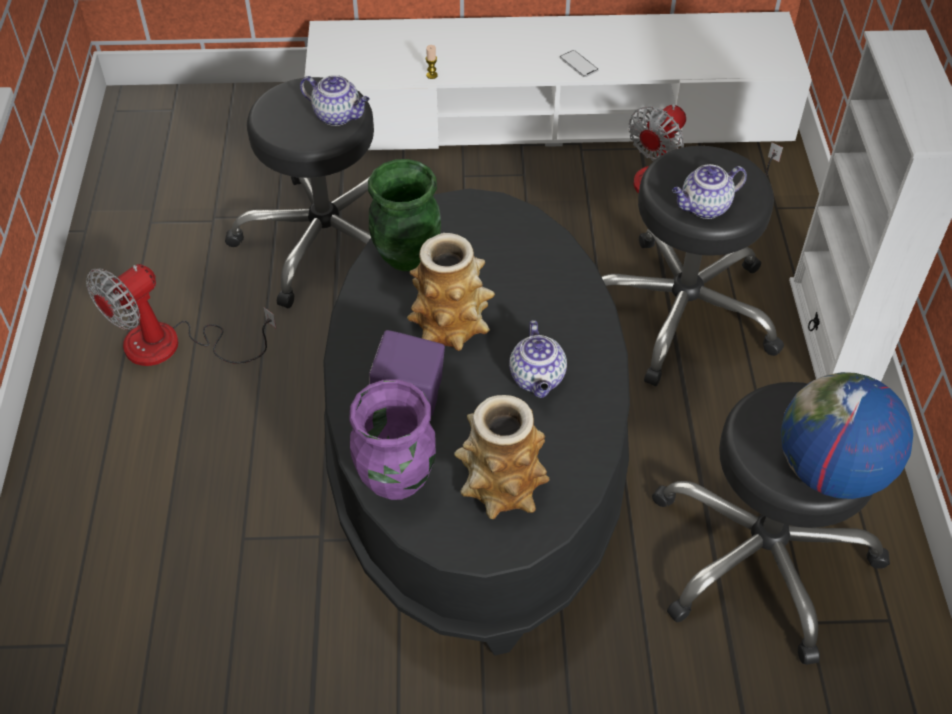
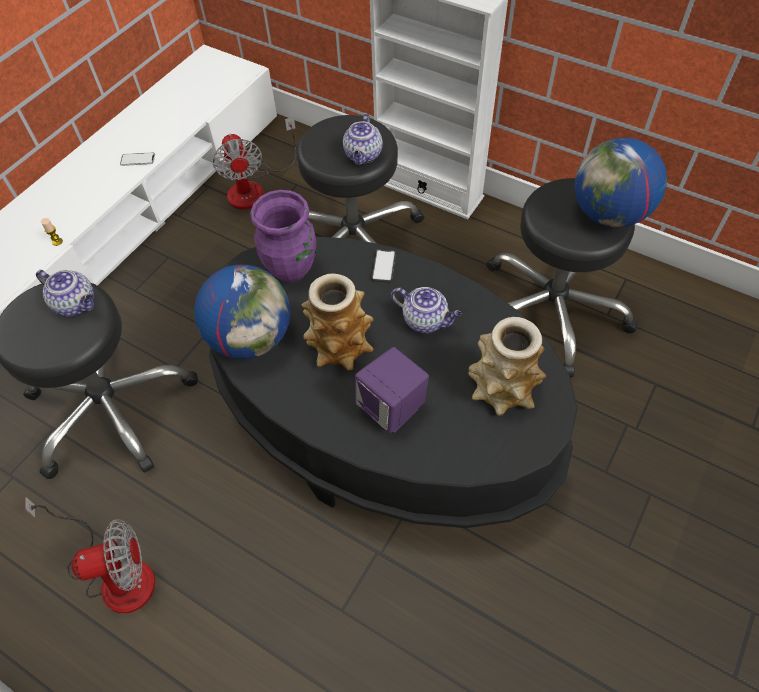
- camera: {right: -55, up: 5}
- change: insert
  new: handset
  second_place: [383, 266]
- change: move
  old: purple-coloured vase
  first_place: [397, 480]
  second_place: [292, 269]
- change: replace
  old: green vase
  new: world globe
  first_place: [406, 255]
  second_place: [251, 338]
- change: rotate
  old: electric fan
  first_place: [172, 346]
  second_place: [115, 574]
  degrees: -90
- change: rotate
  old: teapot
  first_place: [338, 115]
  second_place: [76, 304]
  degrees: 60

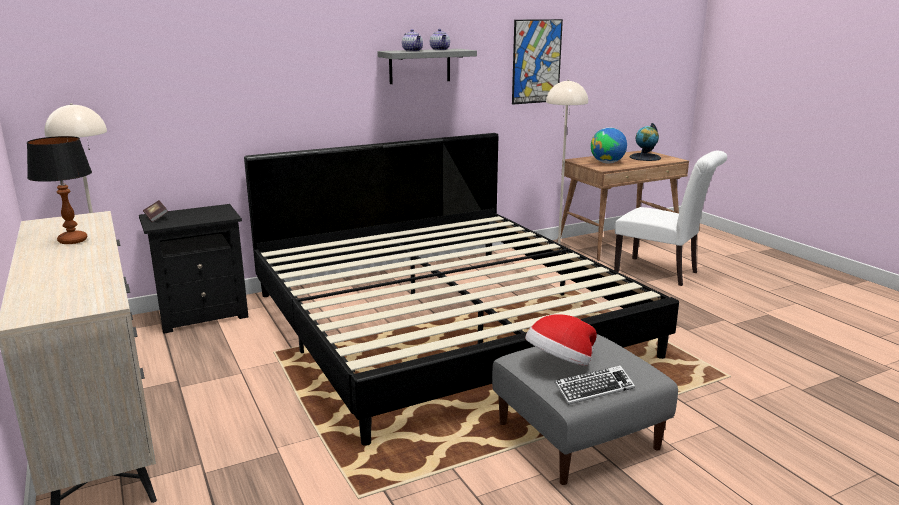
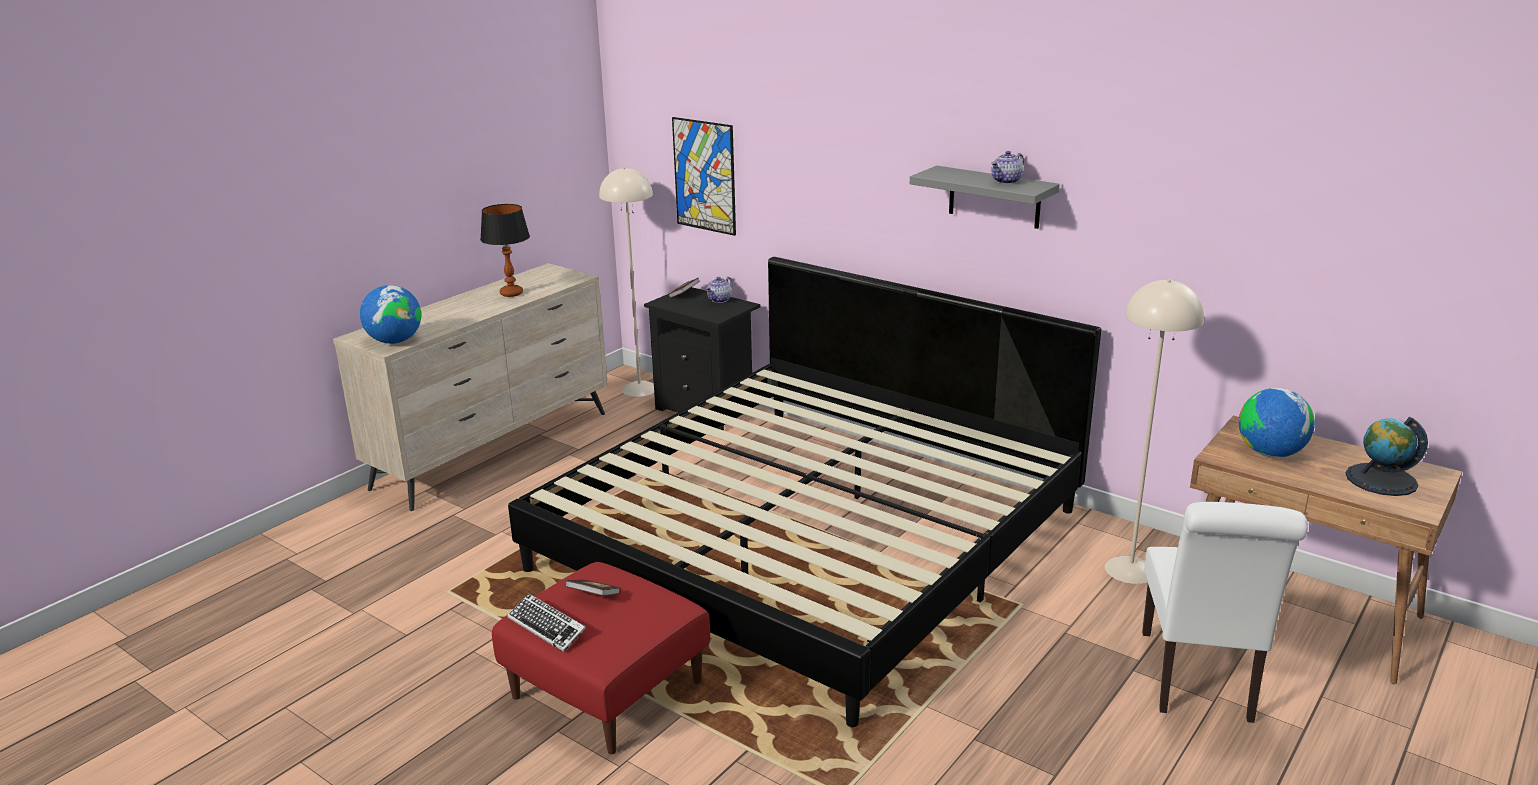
- camera: {right: 65, up: 5}
- change: insert
  new: world globe
  second_place: [394, 341]
- change: move
  old: teapot
  first_place: [413, 51]
  second_place: [719, 300]
- change: move
  old: wall picture
  first_place: [536, 61]
  second_place: [704, 176]
- change: replace
  old: clothing hat
  new: bound book
  first_place: [559, 364]
  second_place: [593, 596]
- change: recolor
  old: greyish pouffe
  new: red-coloured pouffe
  first_place: [578, 435]
  second_place: [609, 689]

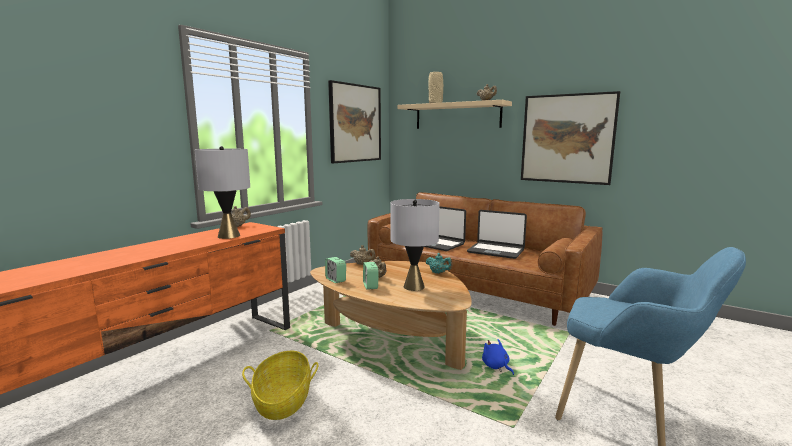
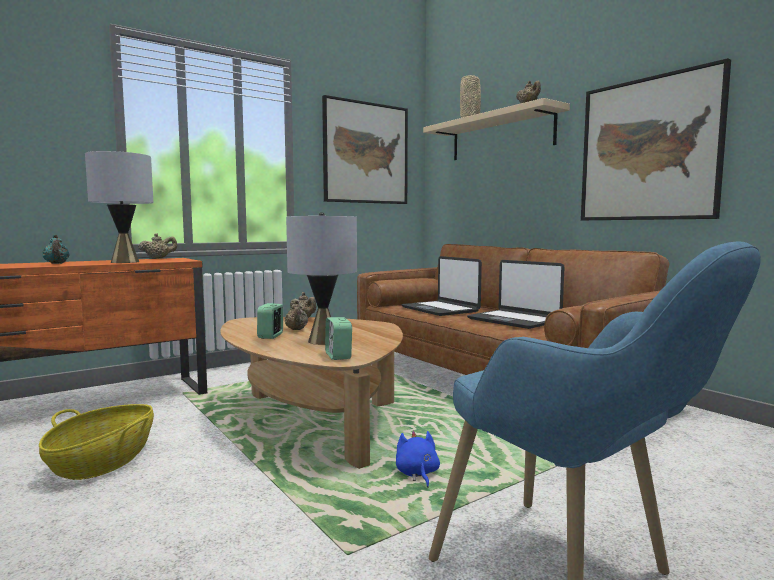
- camera: {right: 20, up: -5}
- change: move
  old: alarm clock
  first_place: [335, 280]
  second_place: [338, 356]
- change: move
  old: turquoise teapot
  first_place: [438, 273]
  second_place: [56, 264]

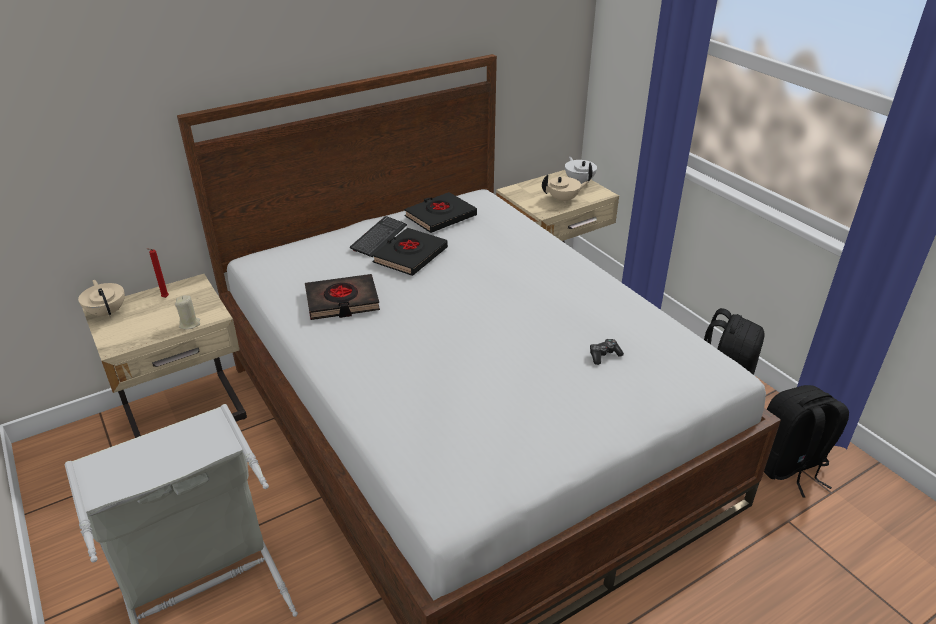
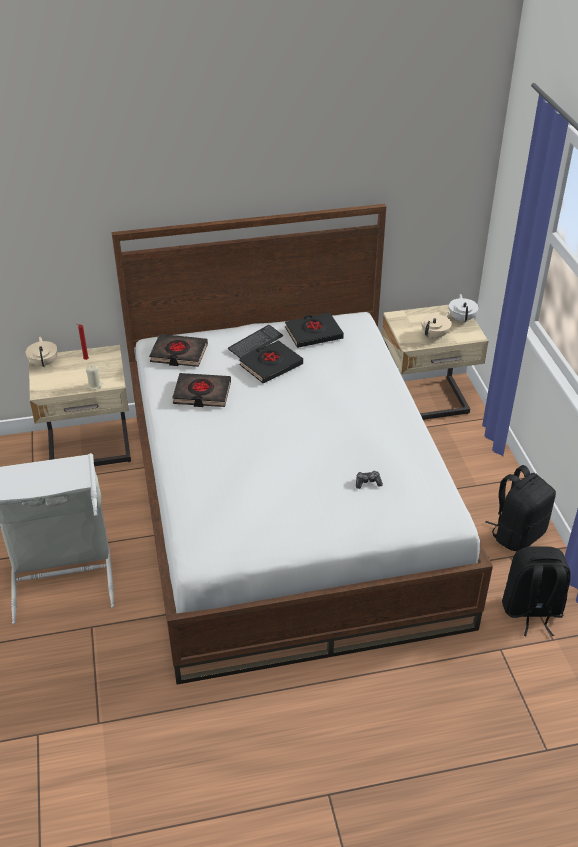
- camera: {right: 20, up: 5}
- change: insert
  new: black bound book
  second_place: [179, 354]
- change: rotate
  old: beige-coloured teapot
  first_place: [563, 200]
  second_place: [435, 335]
  degrees: -60

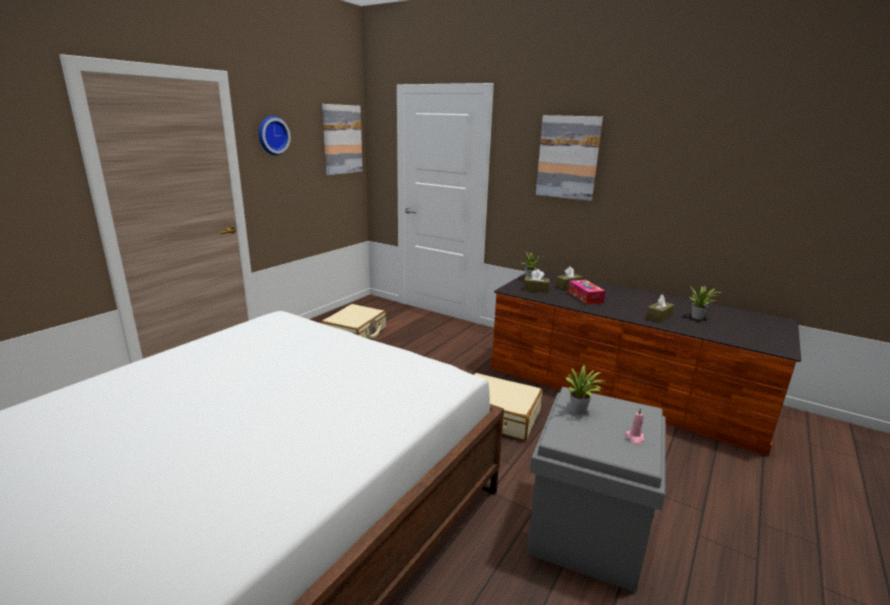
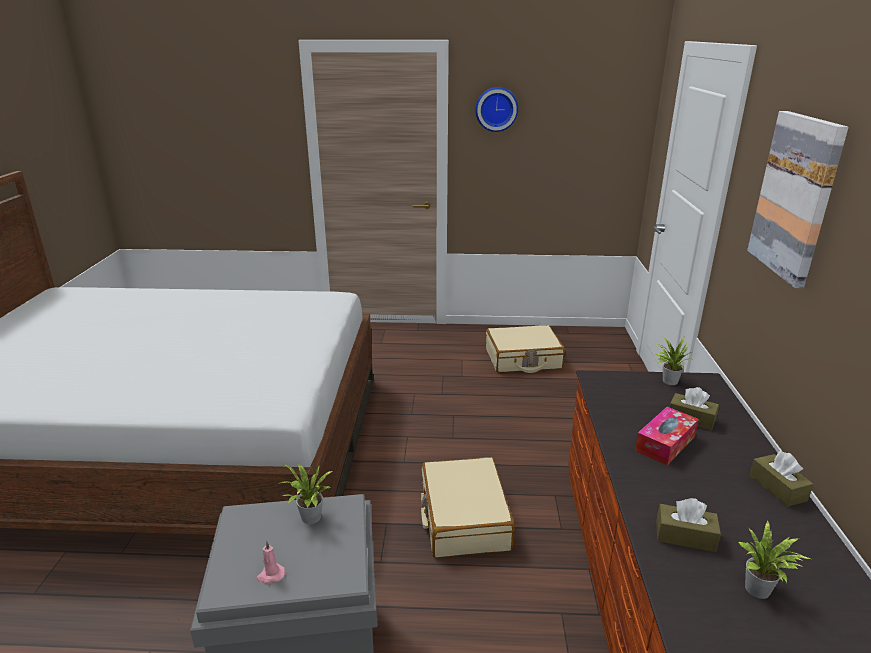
- camera: {right: 60, up: 5}
- change: delete
  old: wall picture
  first_place: [342, 139]
- change: move
  old: brown-coloured tissue holder
  first_place: [536, 289]
  second_place: [777, 488]

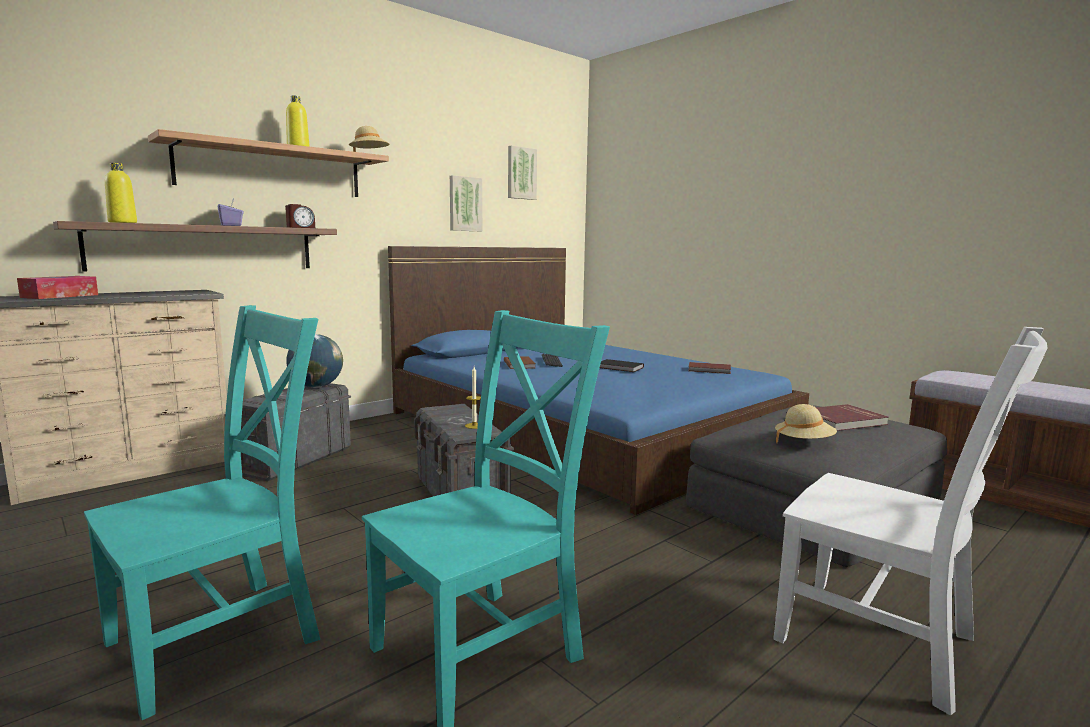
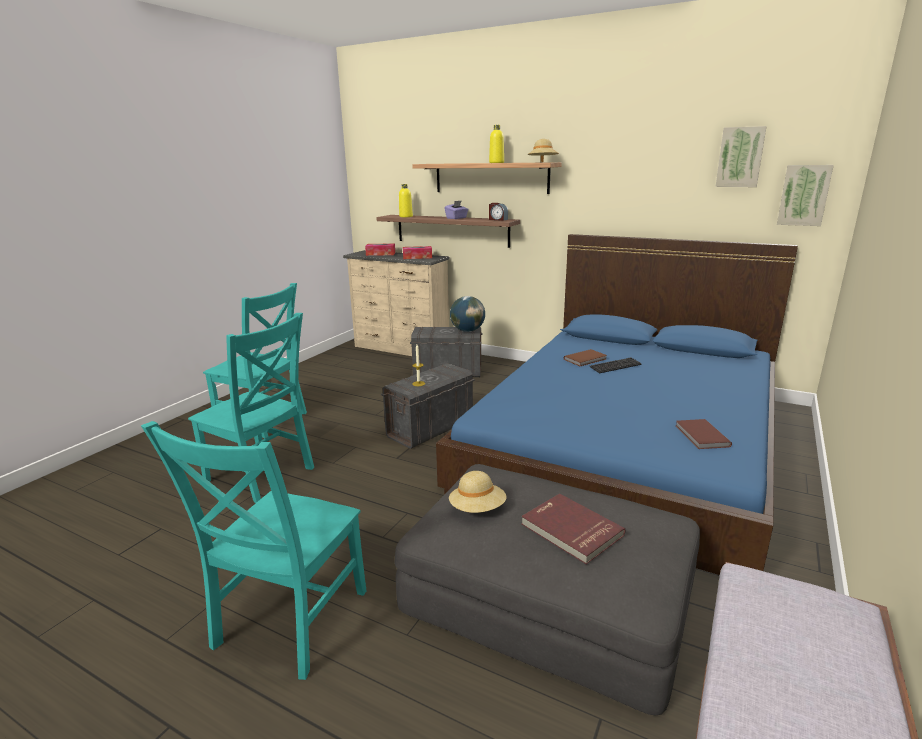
- camera: {right: 70, up: 10}
- change: delete
  old: black bound book
  first_place: [620, 368]
- change: insert
  new: tissue holder
  second_place: [417, 257]
- change: move
  old: wall picture
  first_place: [464, 204]
  second_place: [804, 195]
- change: recolor
  old: whitish plain chair
  new: turquoise plain chair
  first_place: [883, 643]
  second_place: [287, 623]

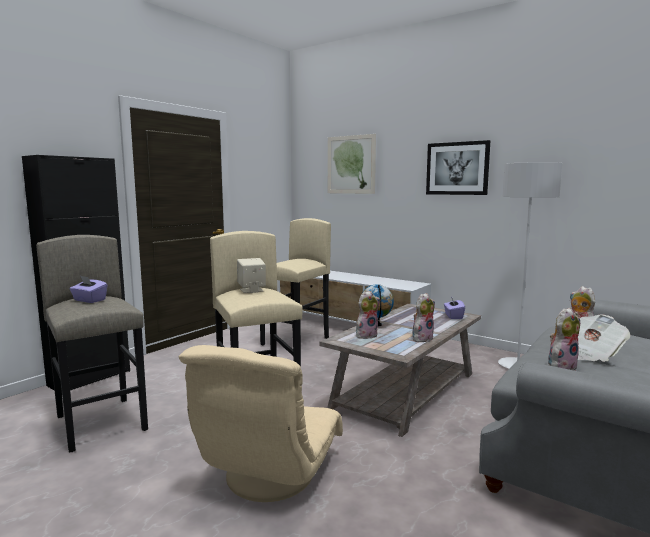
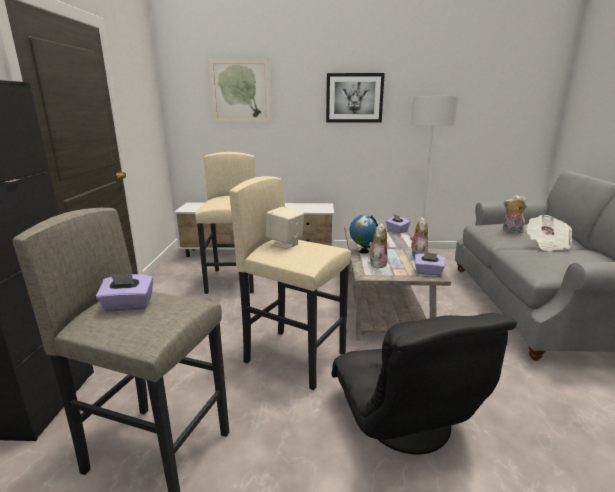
- camera: {right: -35, up: 10}
- change: delete
  old: cuddly toy
  first_place: [561, 367]
- change: insert
  new: purple-coloured tissue holder
  second_place: [428, 272]
- change: recolor
  old: beige-coloured easy chair
  new: black easy chair
  first_place: [267, 475]
  second_place: [404, 422]

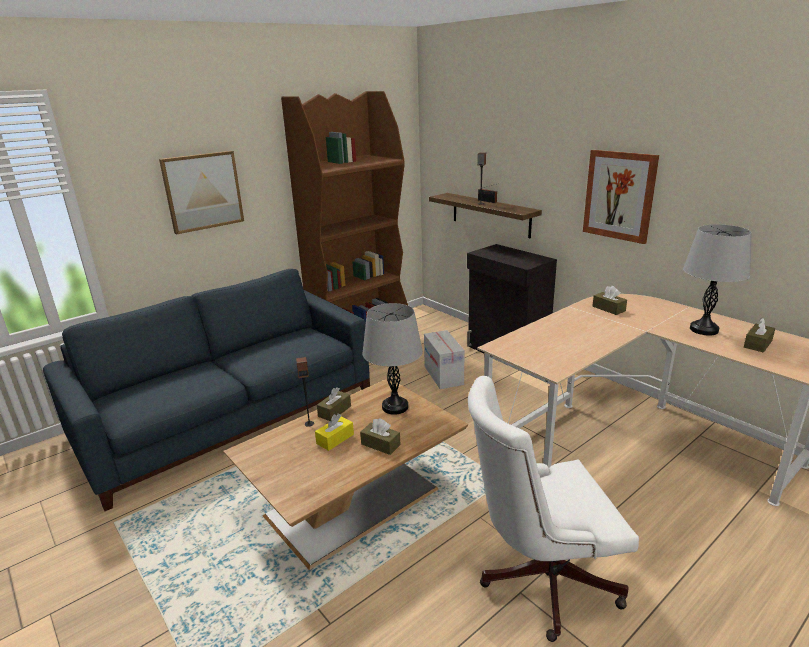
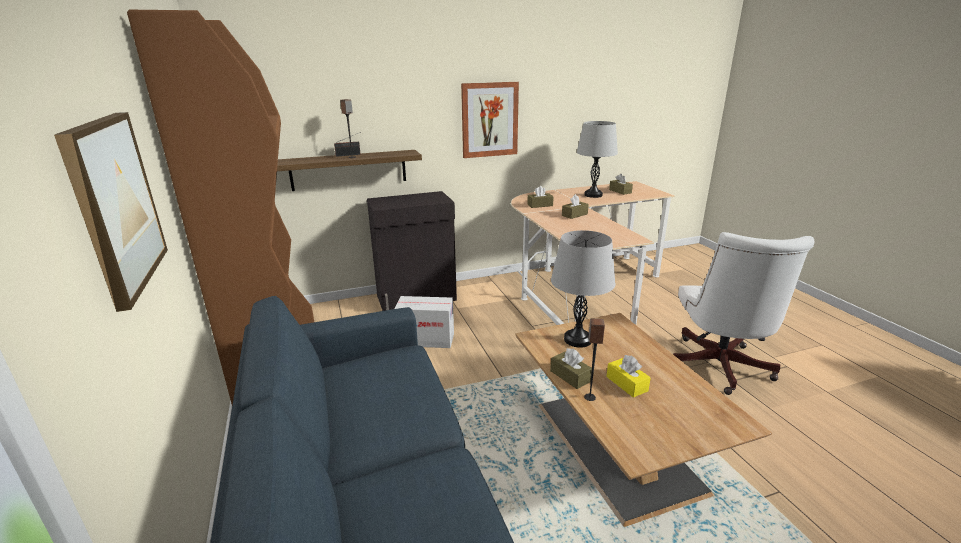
- camera: {right: -70, up: 0}
- change: move
  old: brown-coloured tissue holder
  first_place: [380, 444]
  second_place: [574, 215]

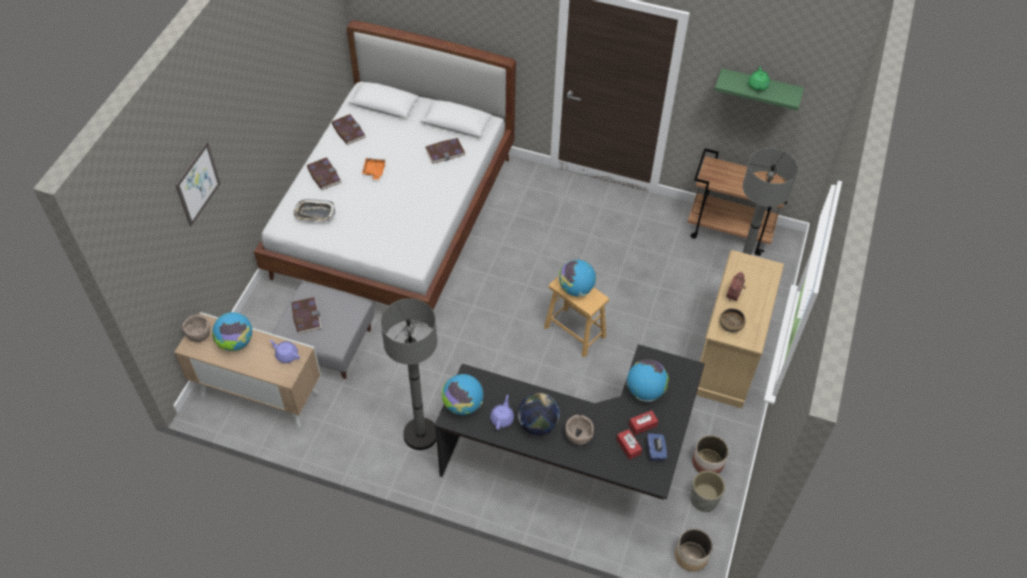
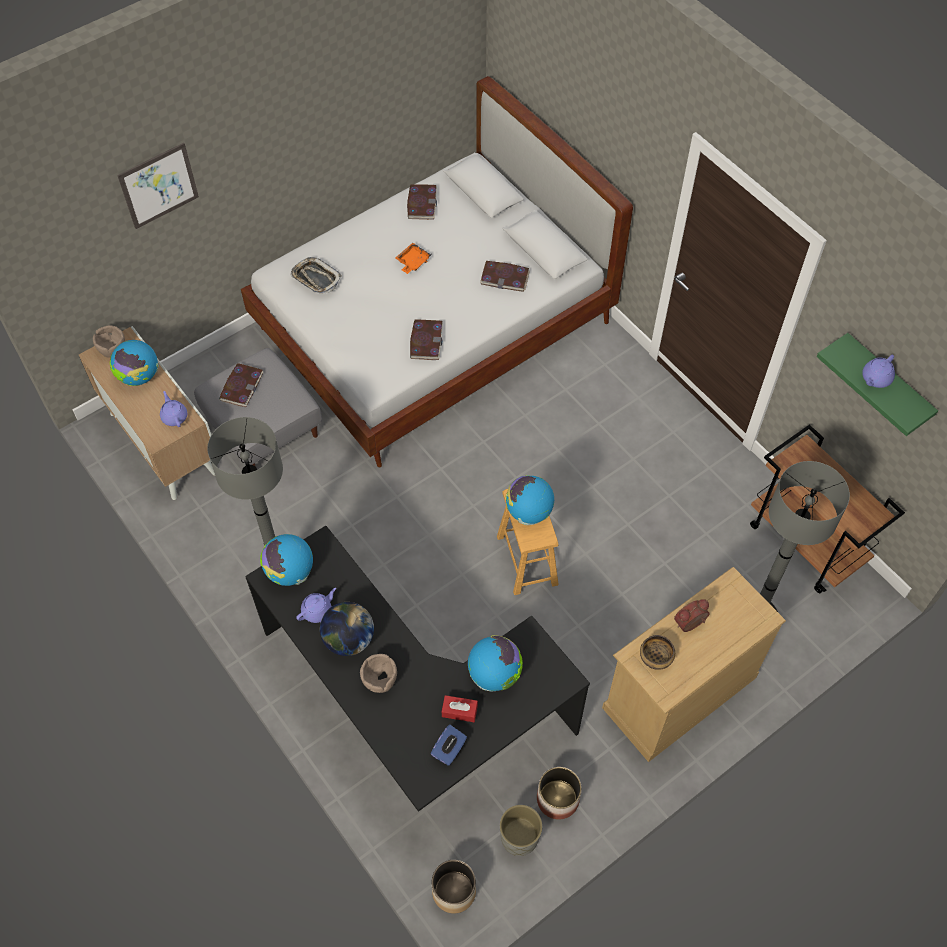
- camera: {right: 35, up: 5}
- change: delete
  old: red-coloured tissue holder
  first_place: [628, 447]
- change: move
  old: bound book
  first_place: [324, 175]
  second_place: [426, 341]
- change: recolor
  old: green teapot
  new: purple-coloured teapot
  first_place: [758, 86]
  second_place: [875, 378]

